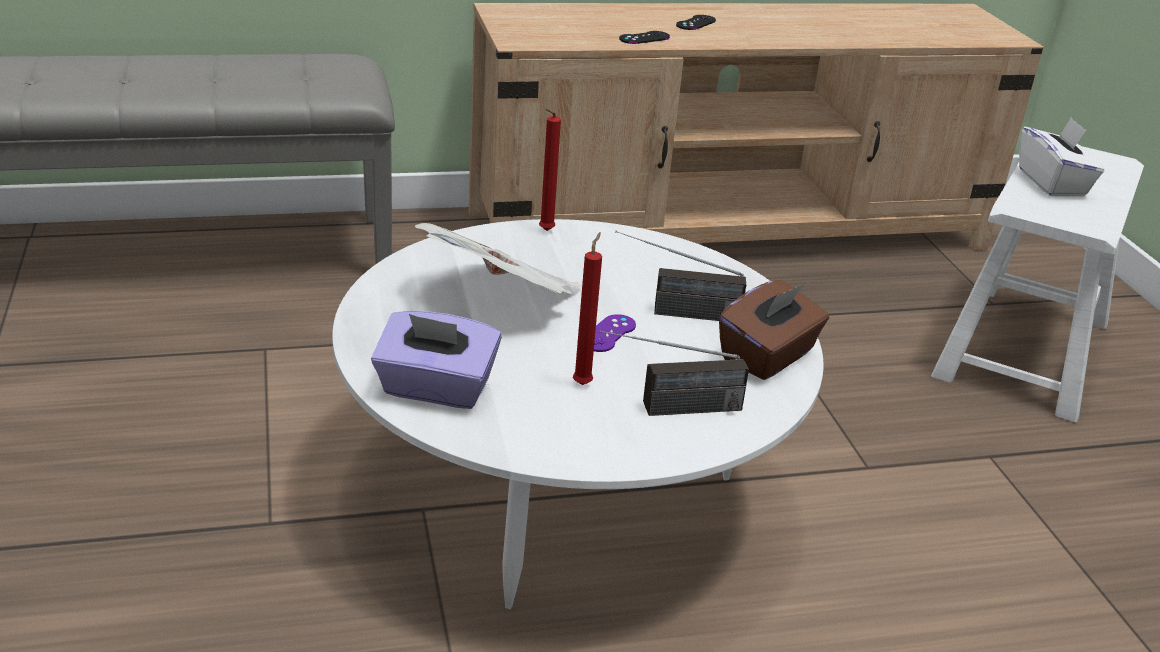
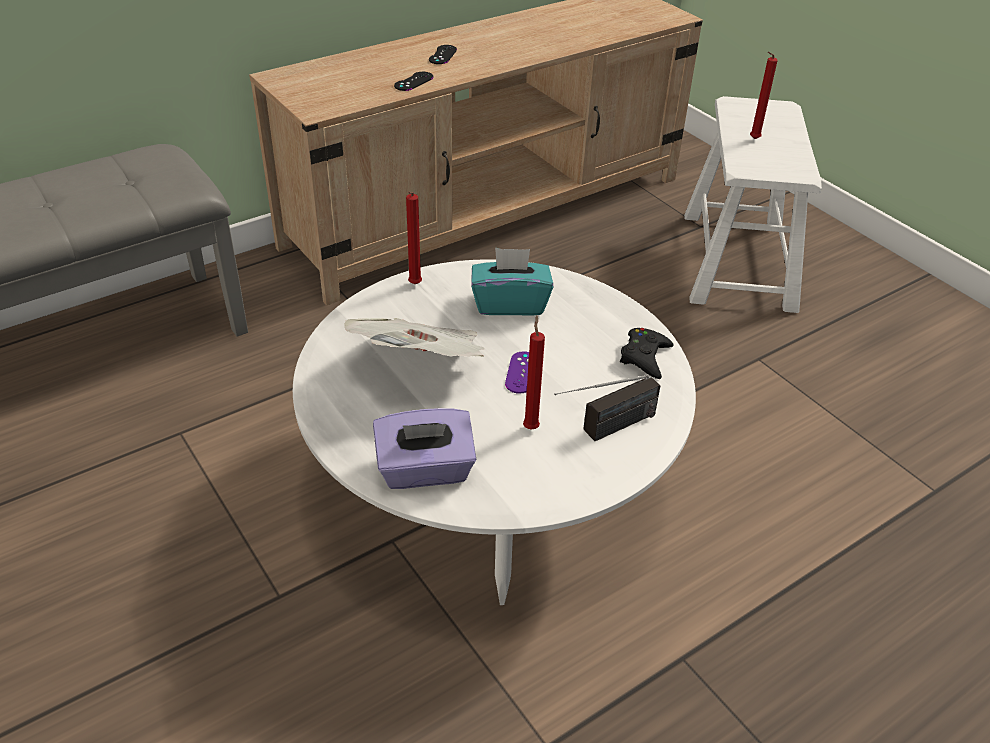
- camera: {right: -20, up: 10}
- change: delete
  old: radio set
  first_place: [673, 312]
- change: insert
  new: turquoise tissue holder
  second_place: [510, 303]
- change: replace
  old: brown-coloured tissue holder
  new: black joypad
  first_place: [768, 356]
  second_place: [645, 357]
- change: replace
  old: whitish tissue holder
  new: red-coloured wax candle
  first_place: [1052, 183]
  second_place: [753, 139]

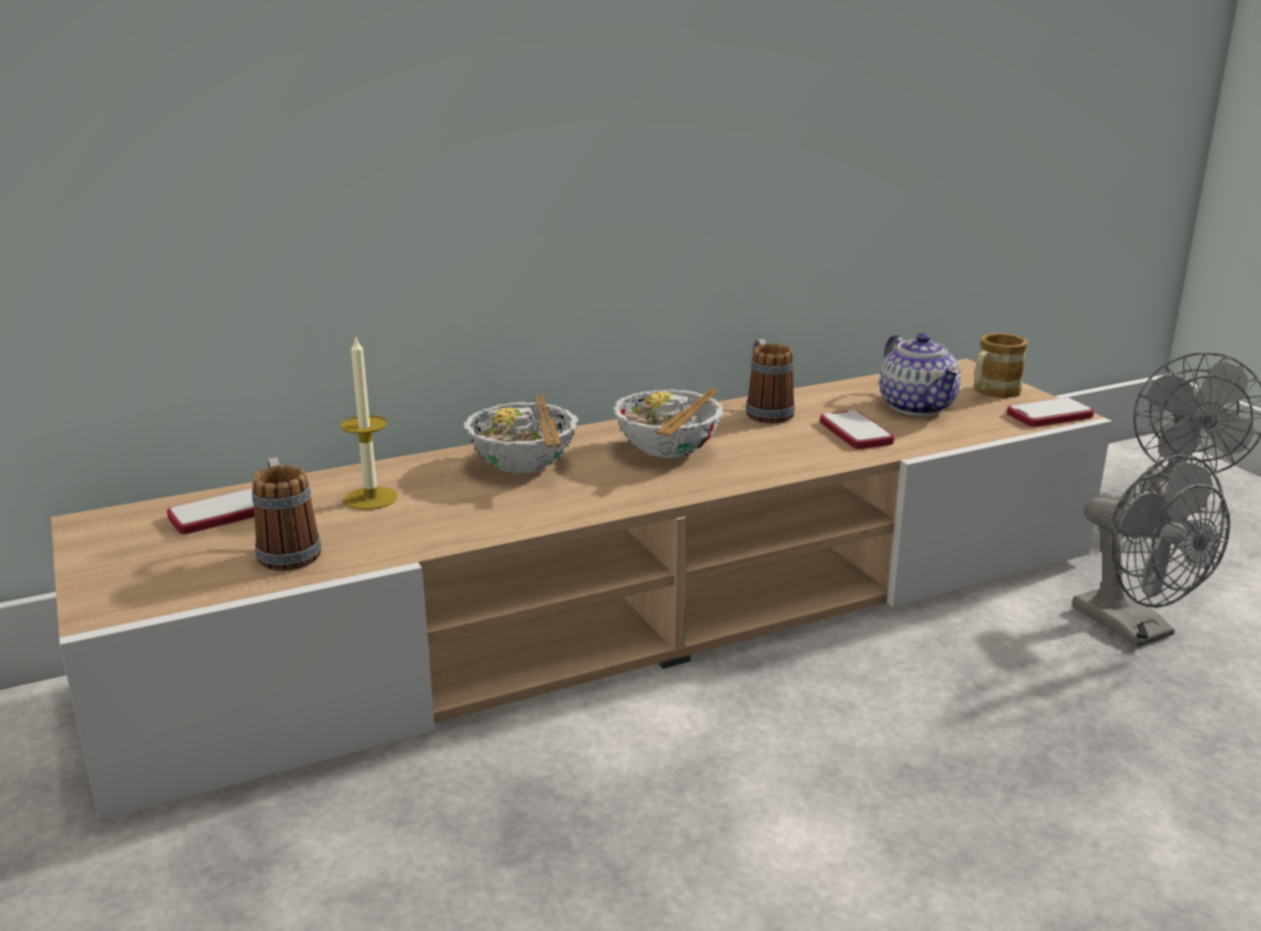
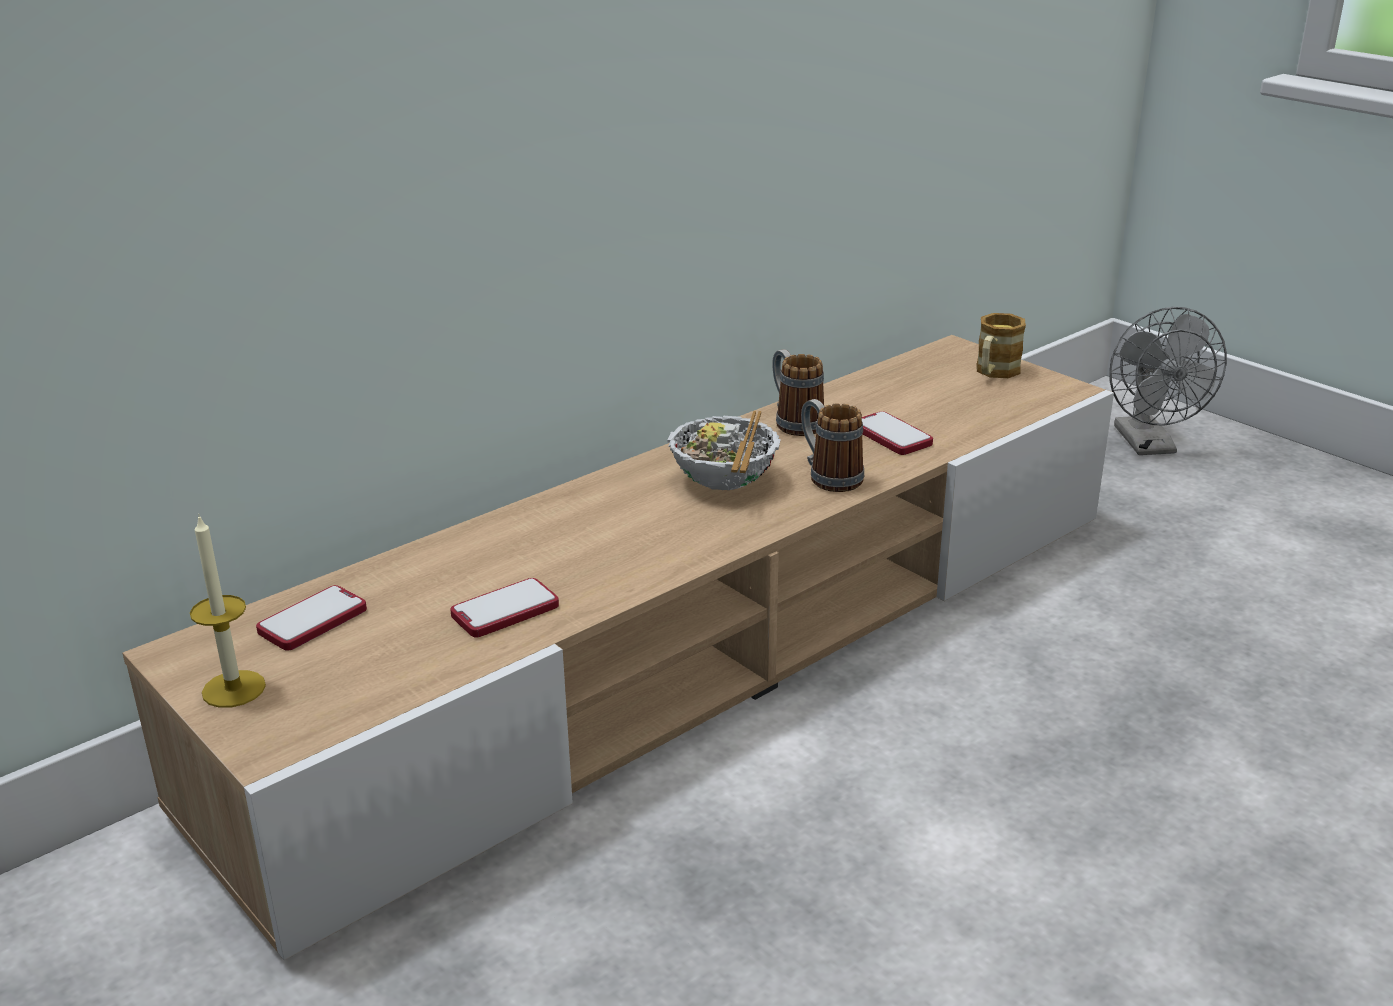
- camera: {right: -15, up: 5}
- change: delete
  old: serving bowl
  first_place: [524, 465]
- change: delete
  old: teapot
  first_place: [917, 406]
- change: delete
  old: greyish electric fan
  first_place: [1134, 629]
- change: move
  old: coffee mug
  first_place: [287, 550]
  second_place: [828, 476]
- change: move
  old: wax candle
  first_place: [371, 498]
  second_place: [233, 689]
- change: move
  old: handset
  first_place: [1049, 415]
  second_place: [505, 610]

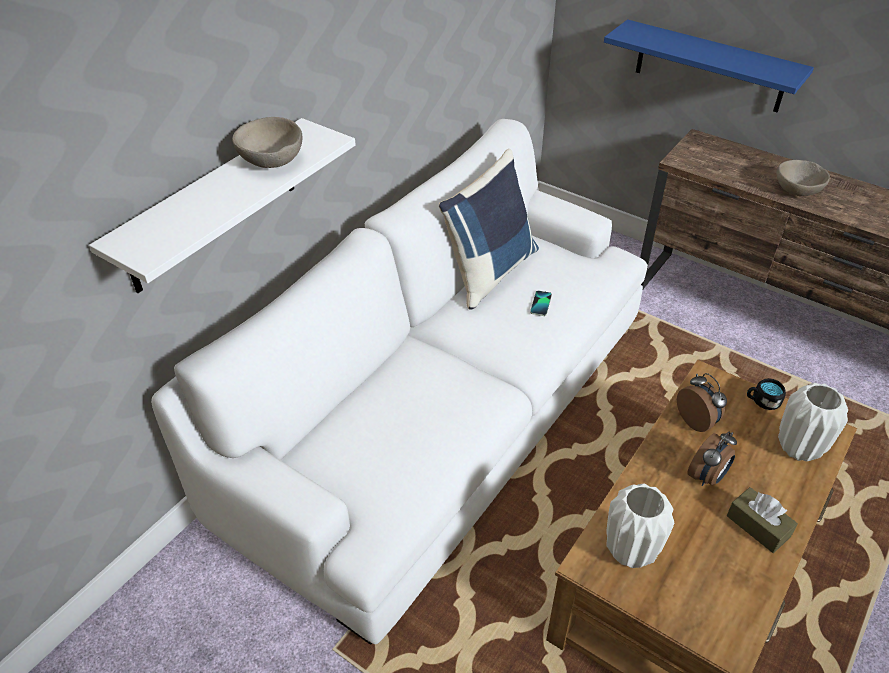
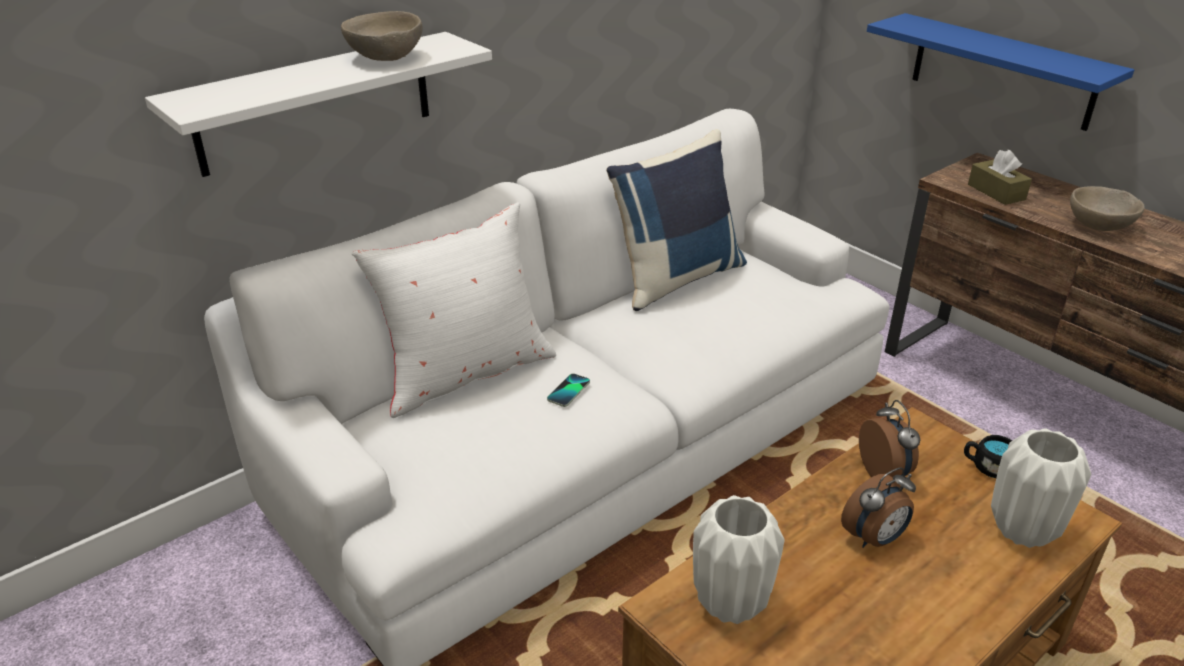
- camera: {right: 15, up: -10}
- change: insert
  new: whitish cushion
  second_place: [465, 373]
- change: move
  old: handset
  first_place: [541, 304]
  second_place: [569, 391]
- change: move
  old: brown-coloured tissue holder
  first_place: [758, 526]
  second_place: [996, 192]

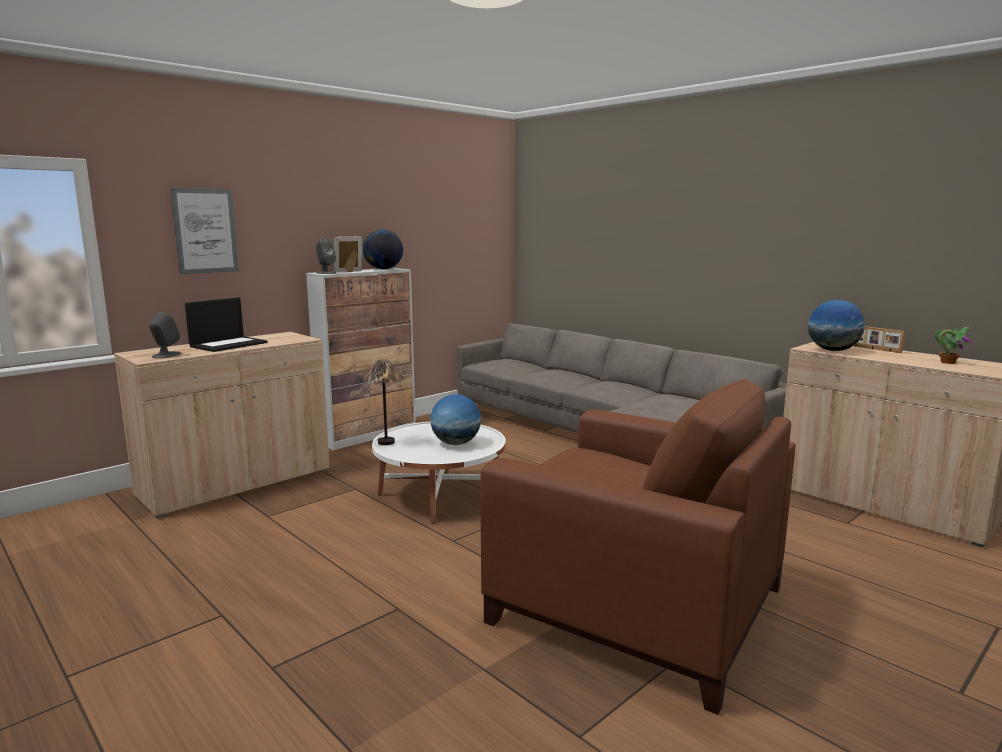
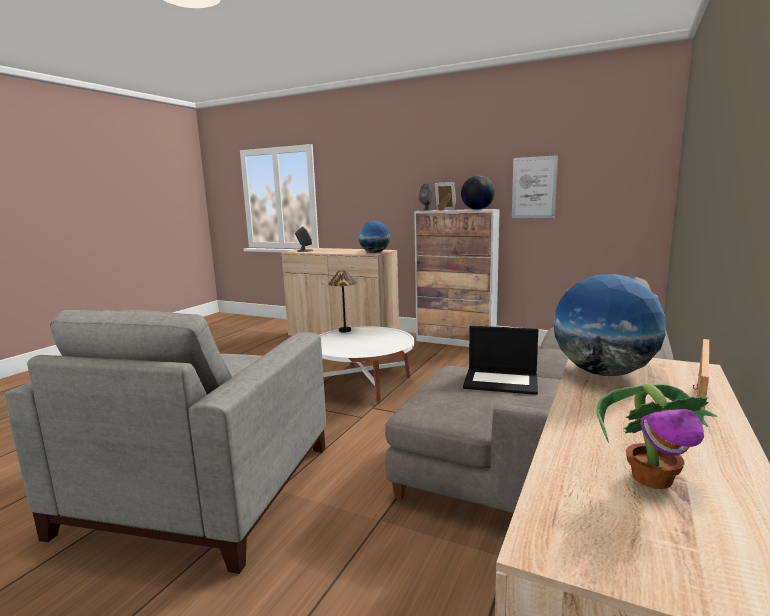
- camera: {right: 70, up: 0}
- change: move
  old: wall picture
  first_place: [205, 231]
  second_place: [534, 187]
- change: move
  old: notebook computer
  first_place: [229, 344]
  second_place: [501, 381]
- change: move
  old: world globe
  first_place: [455, 443]
  second_place: [374, 252]
- change: recolor
  old: brown-coloured easy chair
  new: greyish easy chair
  first_place: [633, 604]
  second_place: [203, 485]

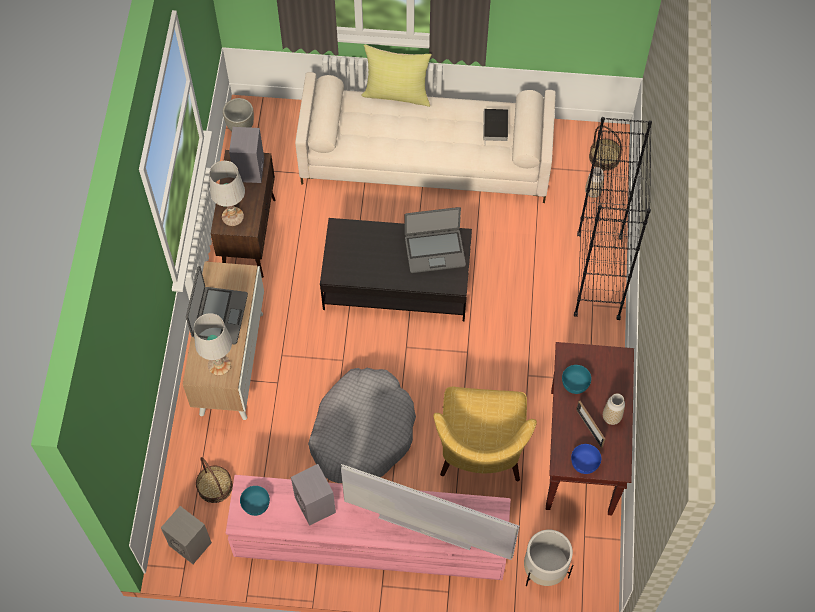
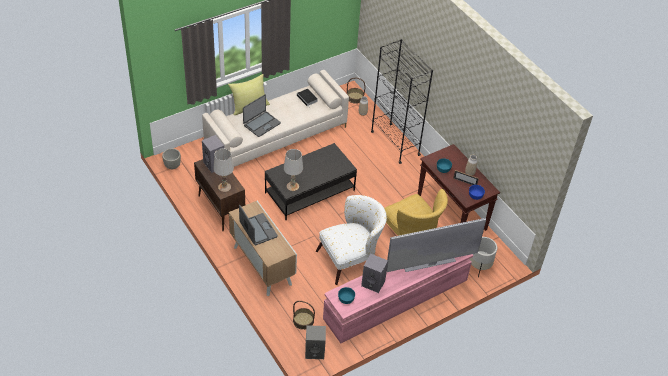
- camera: {right: -40, up: -15}
- change: move
  old: whitish lamp for a table
  first_place: [219, 364]
  second_place: [292, 186]
- change: move
  old: notebook computer
  first_place: [434, 251]
  second_place: [261, 124]
- change: replace
  old: greyish dog cushion
  new: whitish easy chair
  first_place: [362, 432]
  second_place: [351, 259]

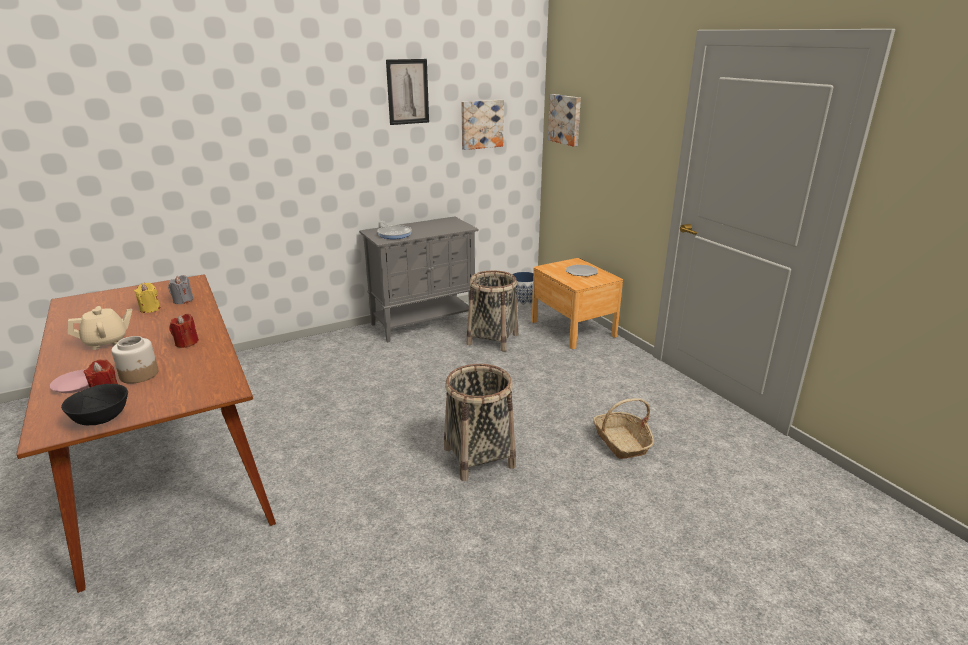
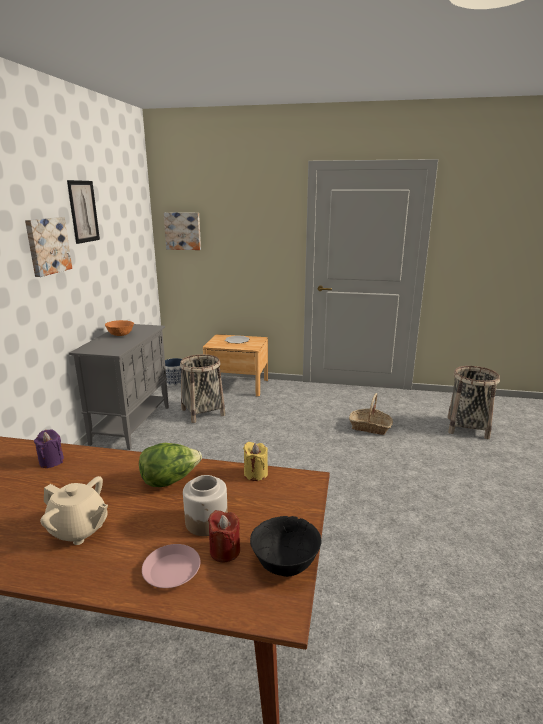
- camera: {right: -50, up: -5}
- change: delete
  old: pan
  first_place: [394, 234]
- change: insert
  new: orangey serving bowl
  second_place: [121, 335]
- change: move
  old: yellow wax candle
  first_place: [150, 309]
  second_place: [255, 474]
- change: move
  old: basket
  first_place: [478, 457]
  second_place: [467, 428]
- change: move
  old: wall picture
  first_place: [481, 124]
  second_place: [47, 246]
- change: replace
  old: red-coloured wax candle
  new: head of lettuce
  first_place: [186, 343]
  second_place: [170, 480]
- change: recolor
  old: greyish wax candle
  new: purple-coloured wax candle
  first_place: [183, 301]
  second_place: [51, 461]
- change: rotate
  old: beige-coloured teapot
  first_place: [106, 342]
  second_place: [79, 530]
  degrees: 105

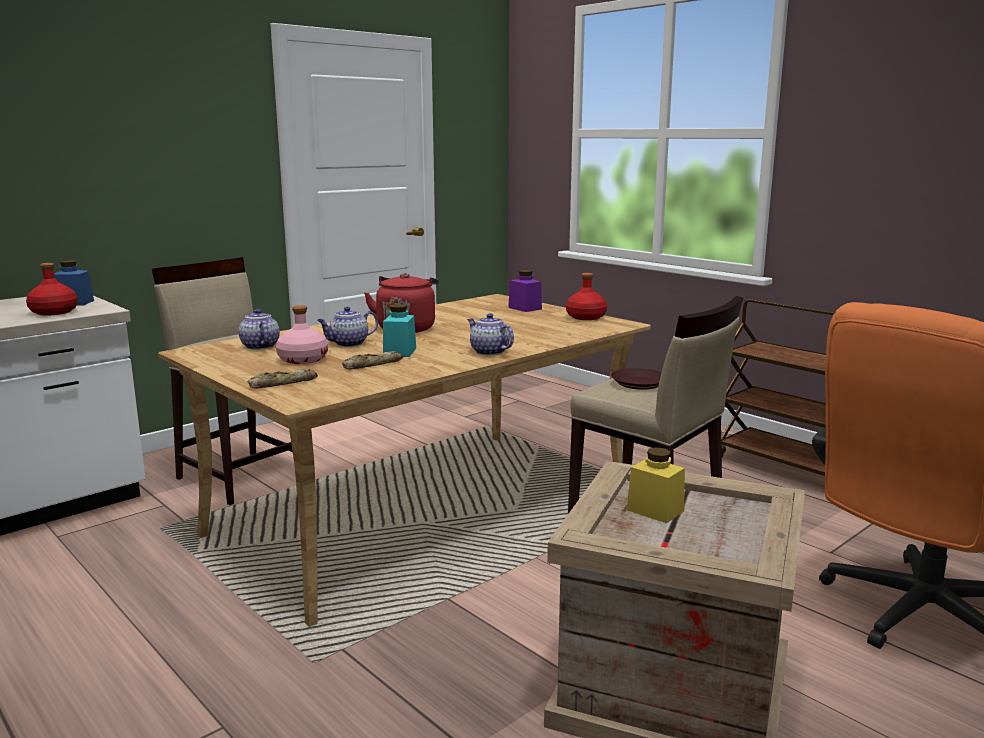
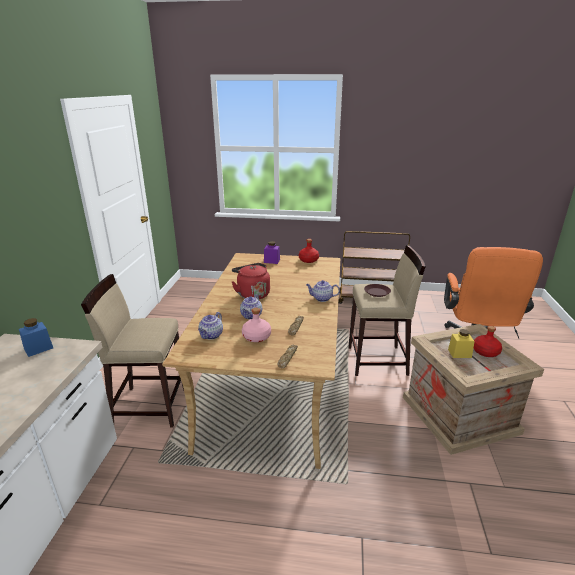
- camera: {right: -40, up: 10}
- change: delete
  old: turquoise storage jar
  first_place: [399, 352]
- change: move
  old: red-coloured beverage bottle
  first_place: [53, 312]
  second_place: [485, 352]
- change: rotate
  old: teapot
  first_place: [259, 346]
  second_place: [211, 335]
  degrees: -90

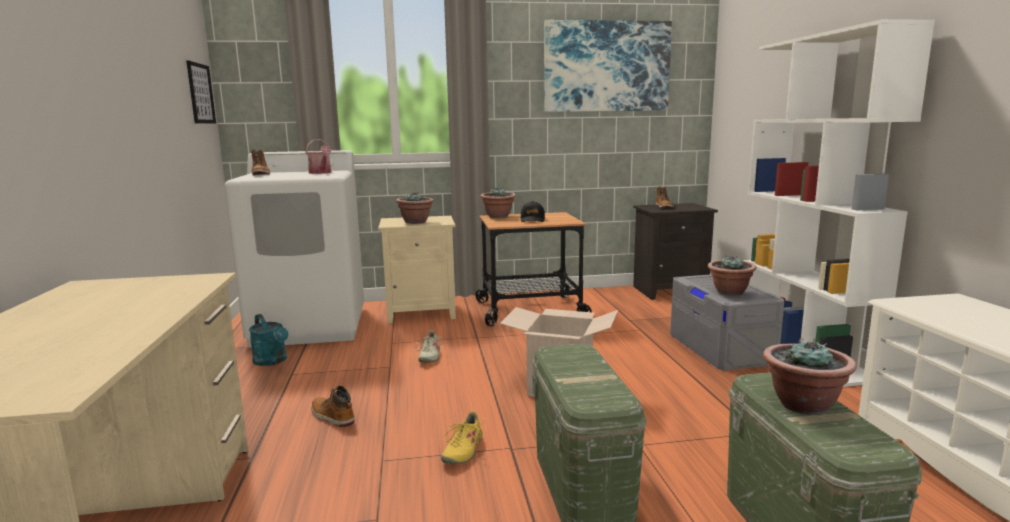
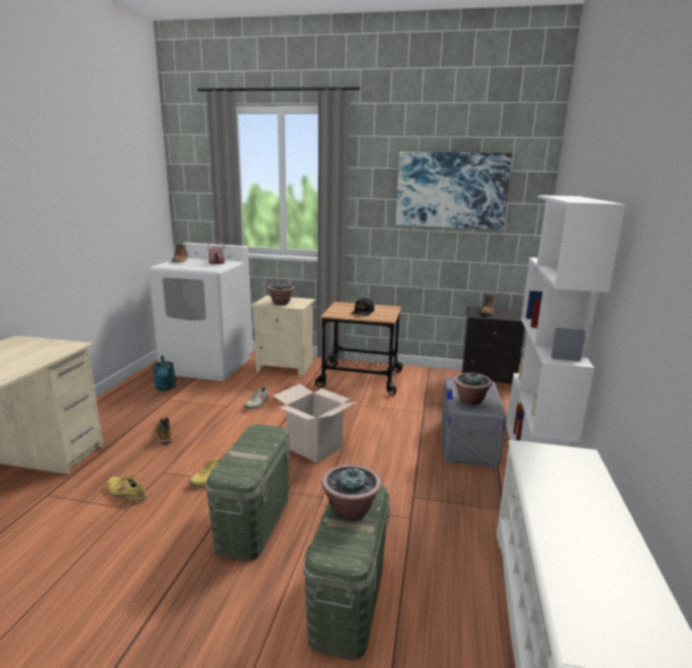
- camera: {right: 20, up: 5}
- change: delete
  old: wall picture
  first_place: [200, 93]
- change: delete
  old: plant in a pot
  first_place: [498, 216]
- change: insert
  new: yellow shoe
  second_place: [127, 493]

